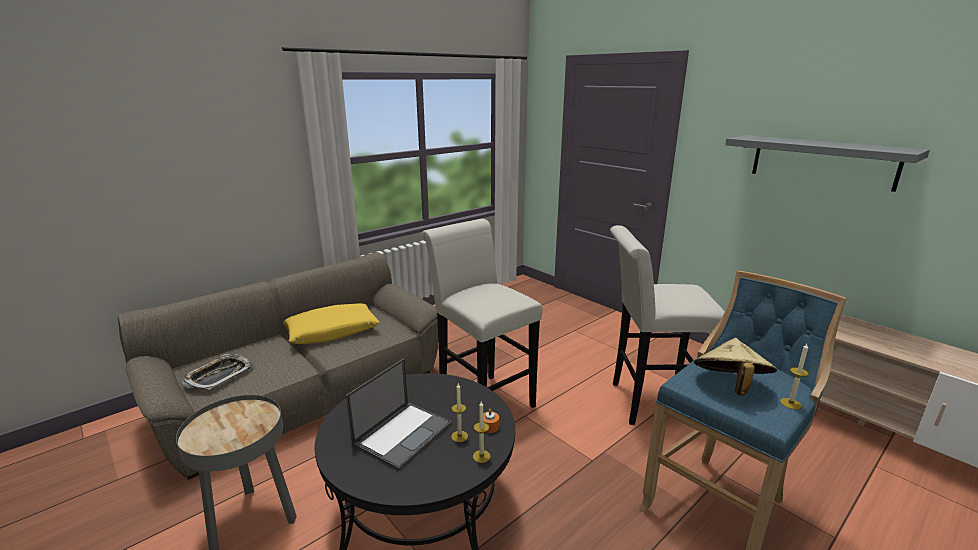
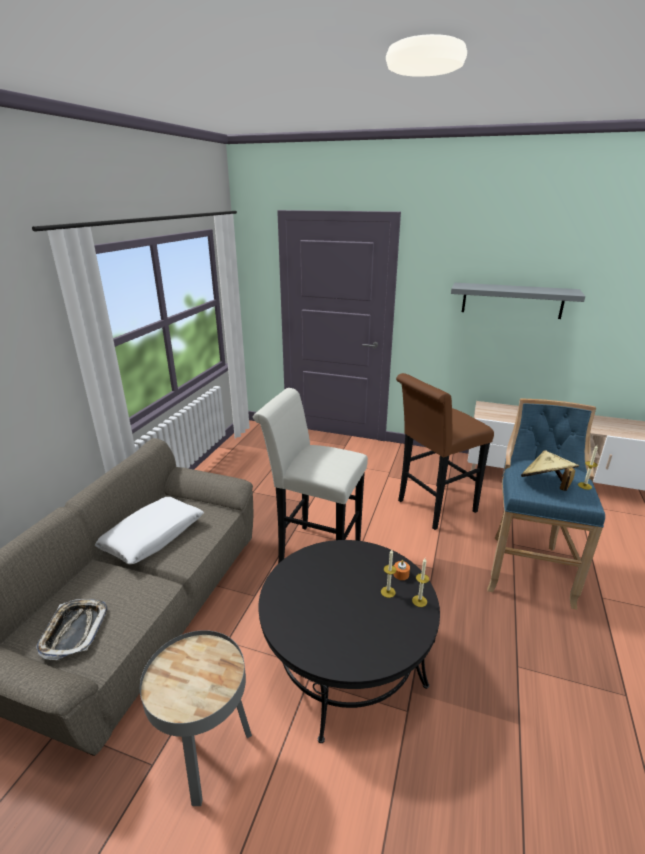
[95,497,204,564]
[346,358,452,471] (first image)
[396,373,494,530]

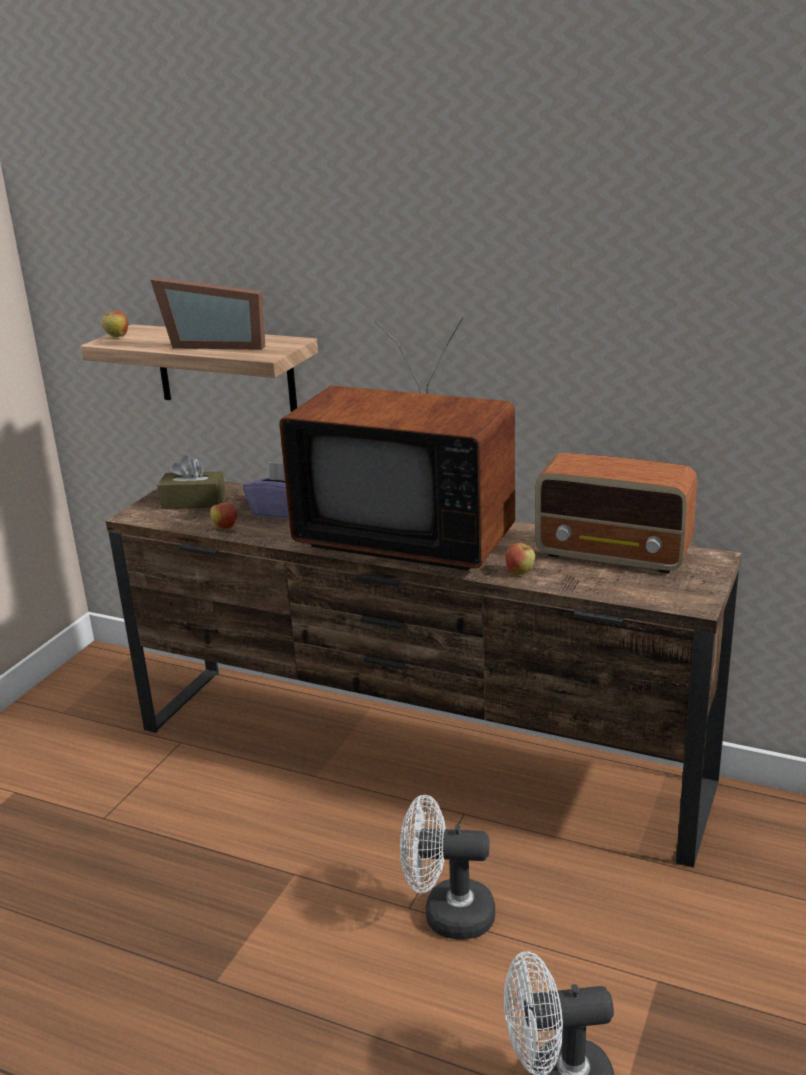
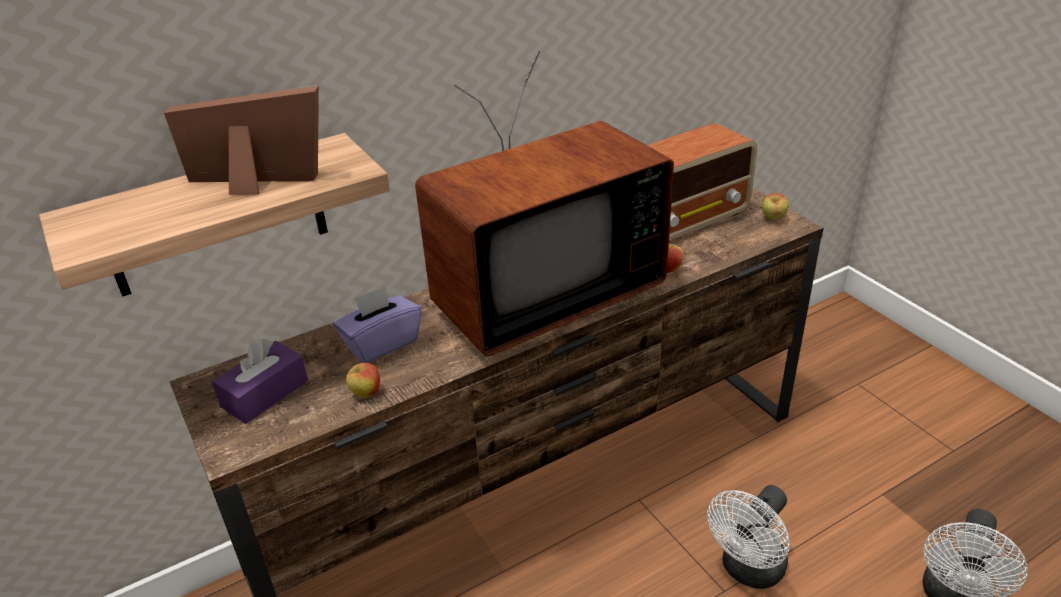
[761,193,789,220]
[164,85,319,195]
[212,339,308,424]

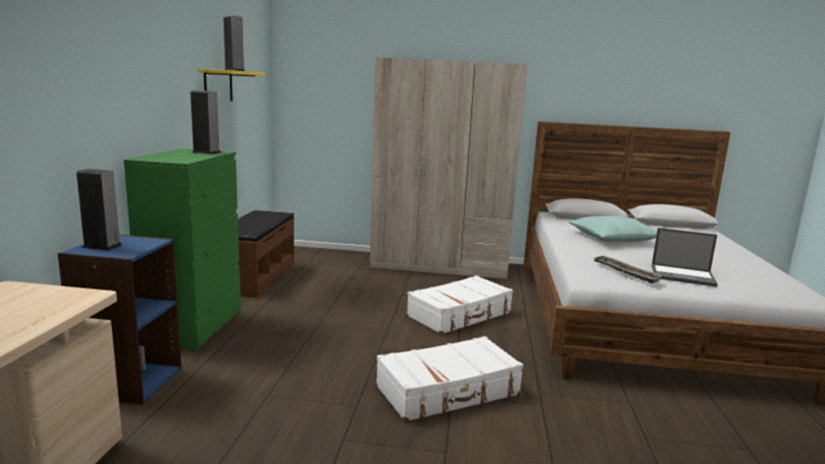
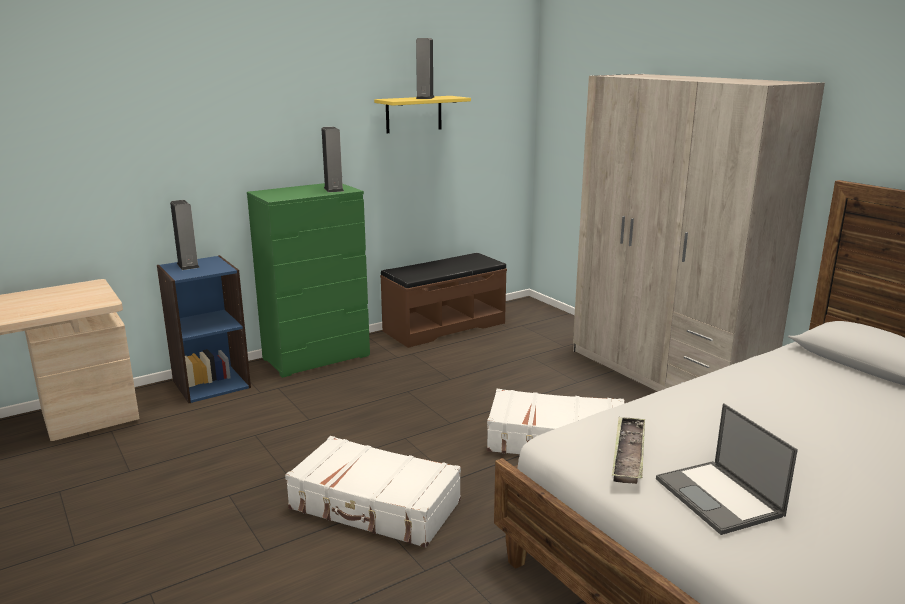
[569,216,657,242] (first image)

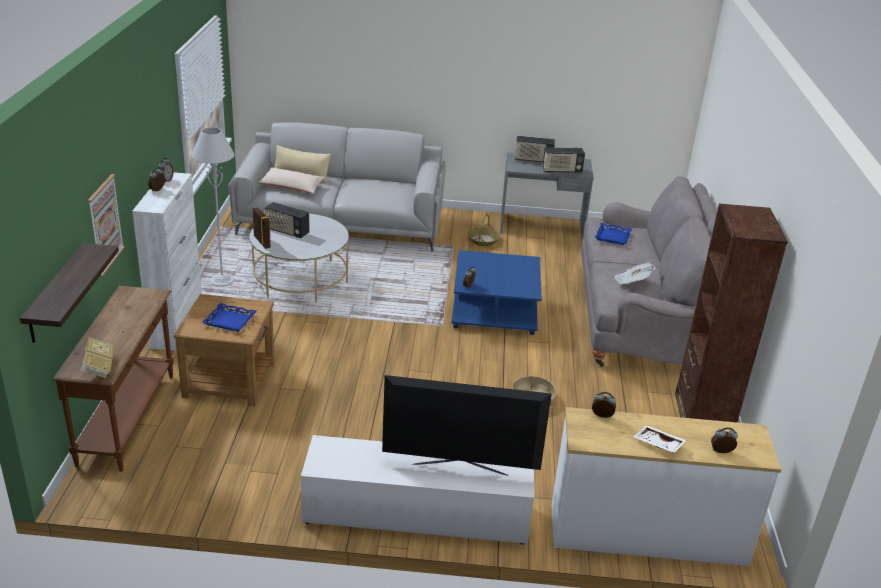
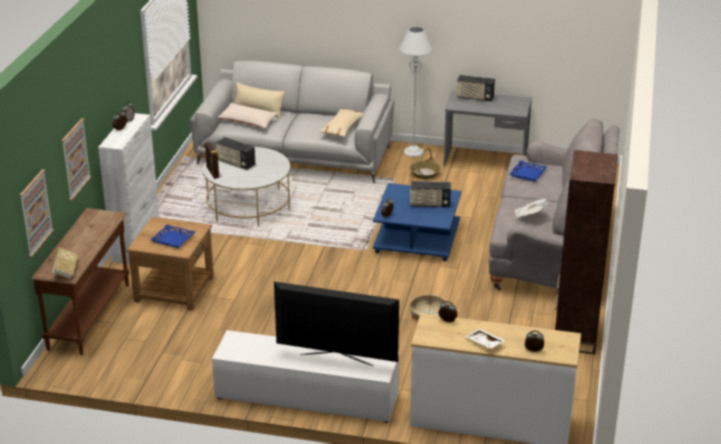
[19,169,54,257]
[399,26,433,157]
[410,181,451,207]
[319,109,363,137]

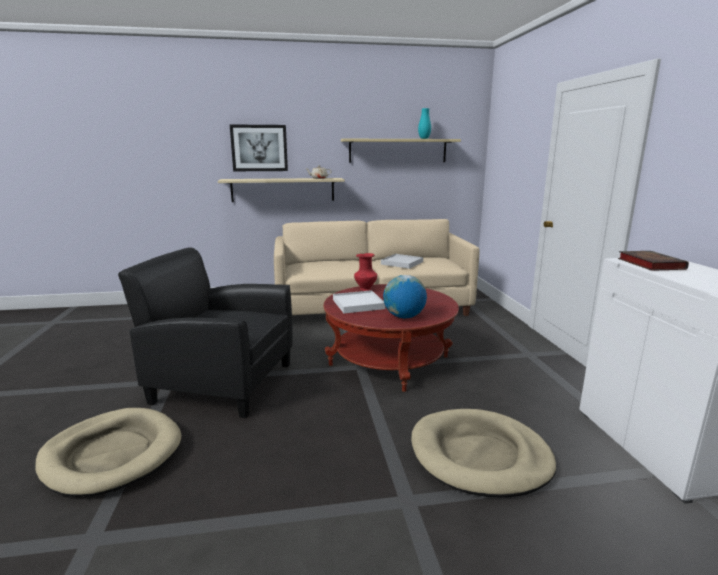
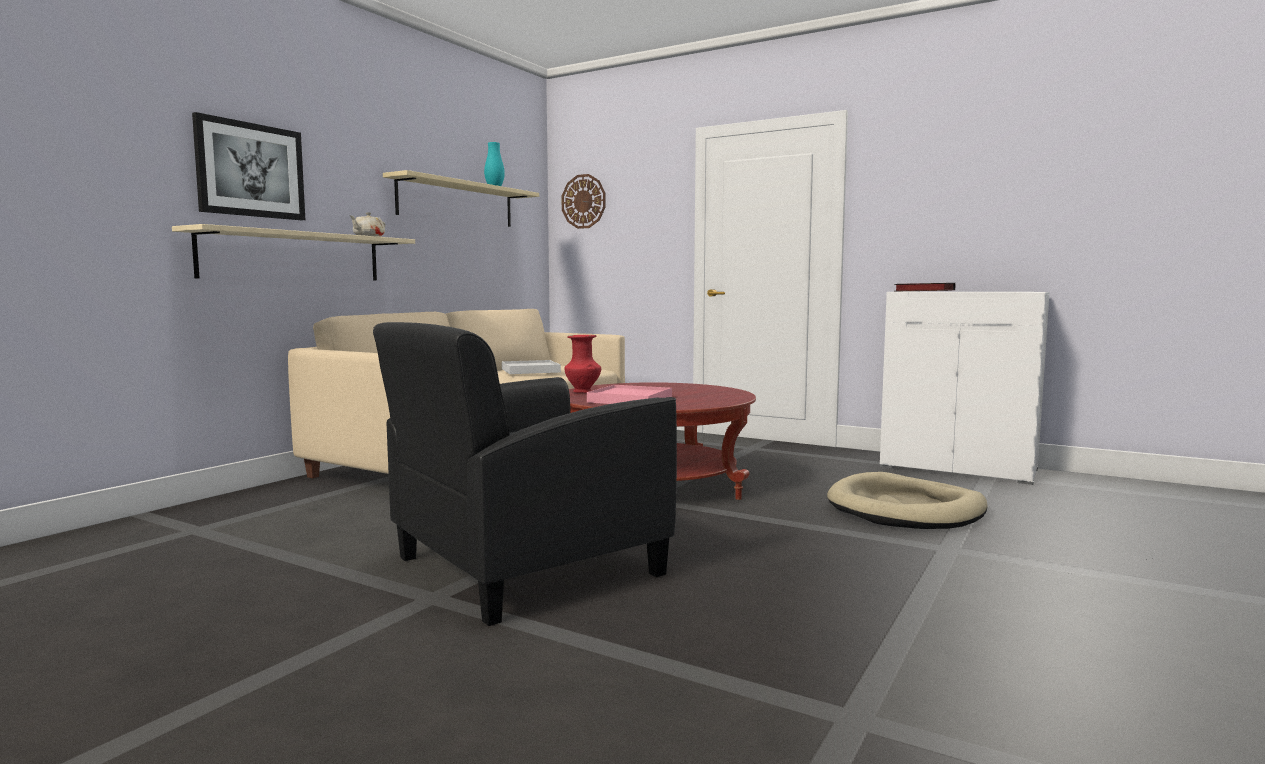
[35,408,181,497] (first image)
[587,385,672,404]
[383,275,427,319] (first image)
[562,174,606,229]

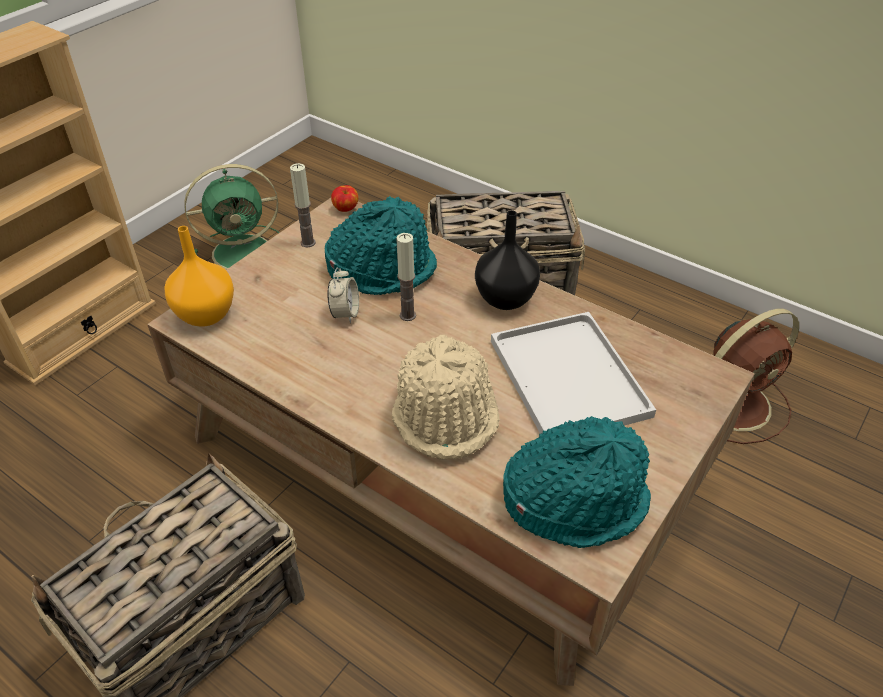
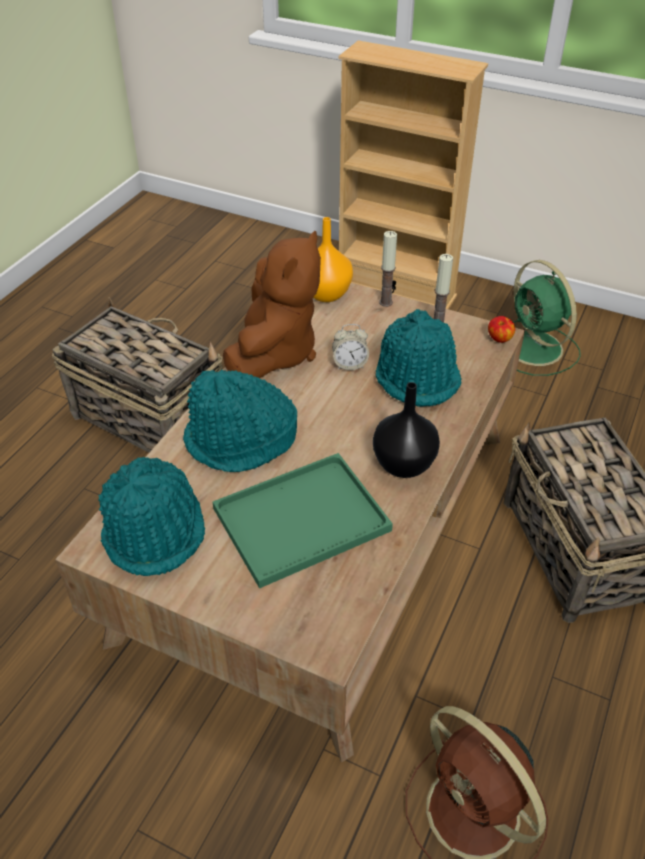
[183,370,297,472]
[379,231,397,307]
[213,453,393,589]
[223,231,321,378]

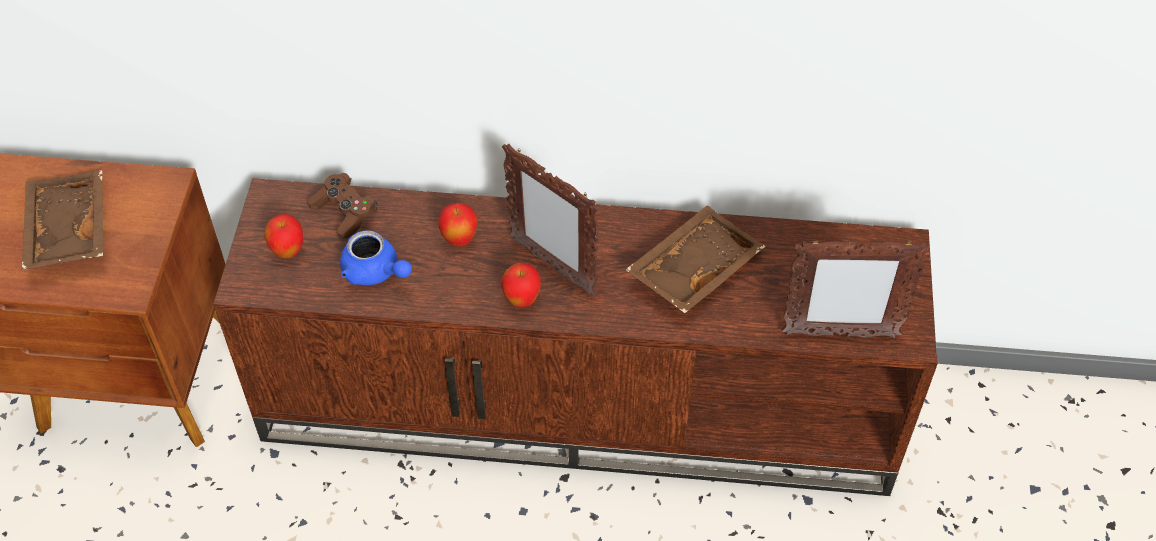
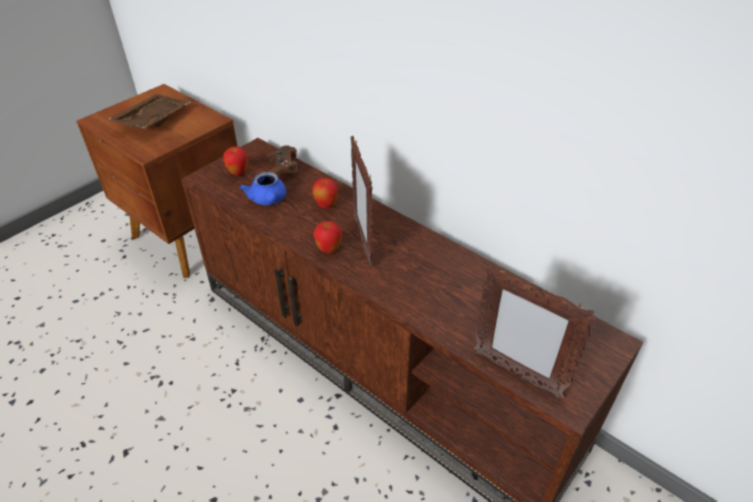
[625,205,766,313] (first image)

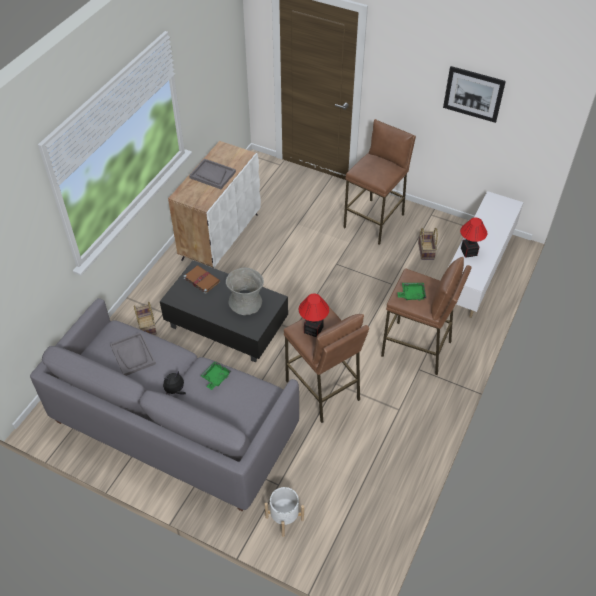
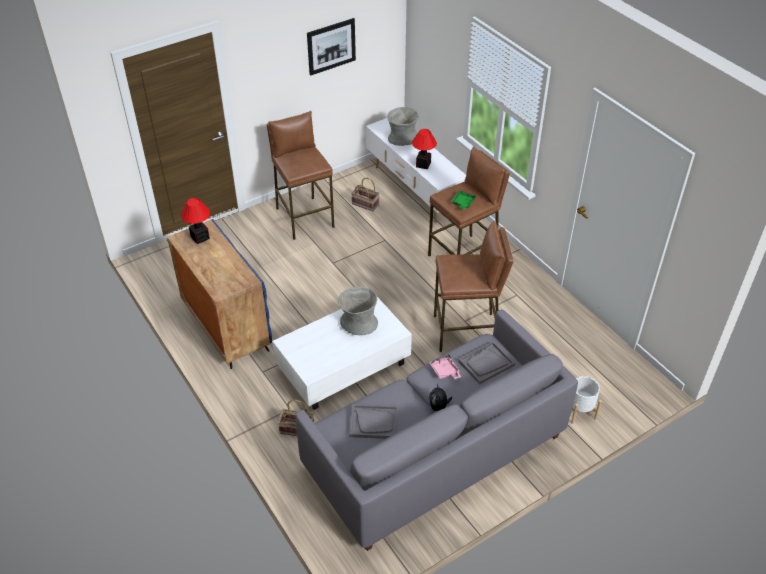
[272,297,412,410]
[167,219,272,369]
[184,265,220,294] (first image)
[458,341,515,385]
[429,355,461,379]
[181,198,210,244]
[387,107,419,146]

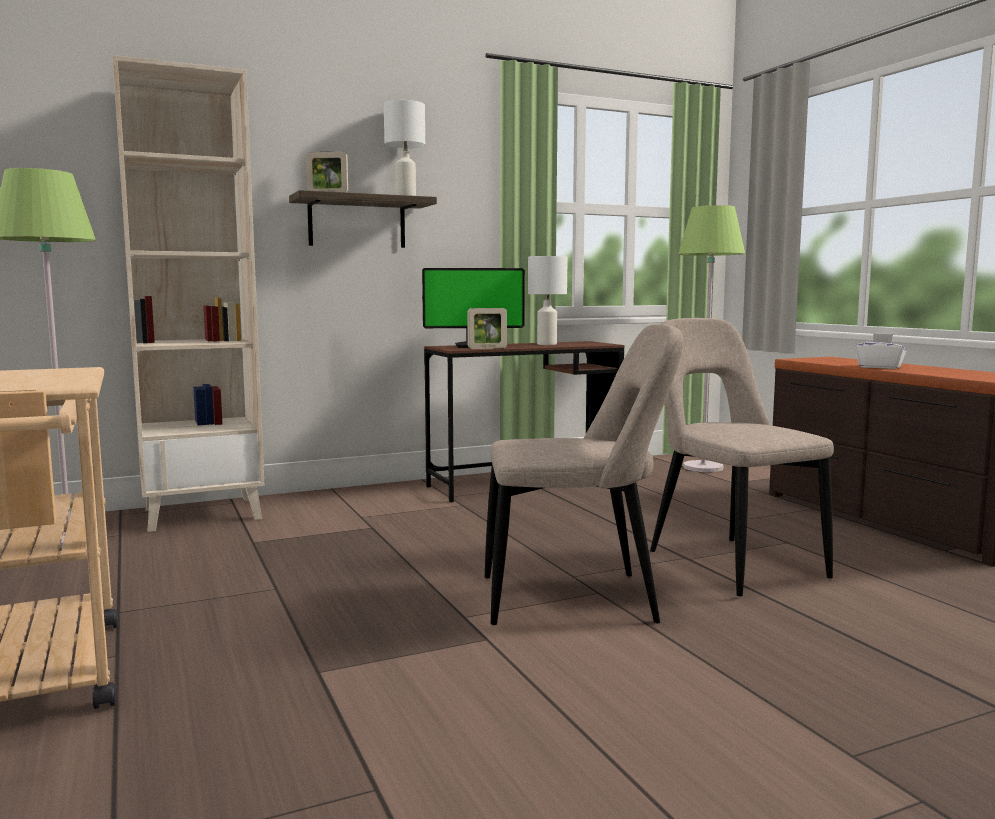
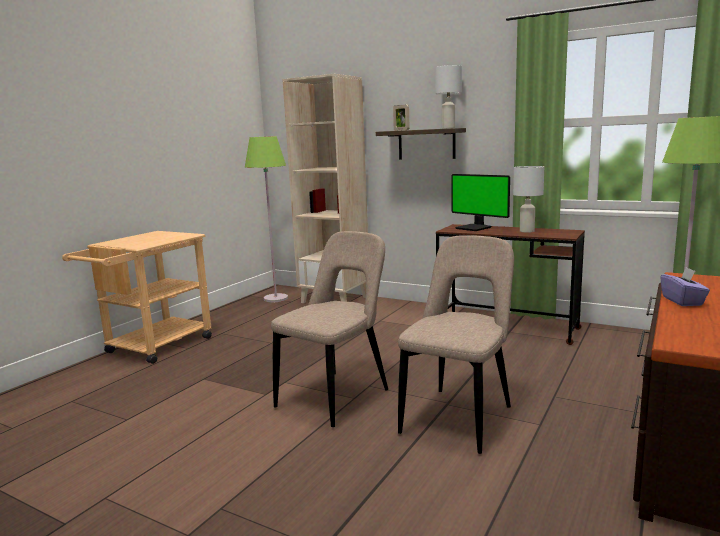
[467,308,507,349] (first image)
[271,231,388,427]
[660,267,710,306]

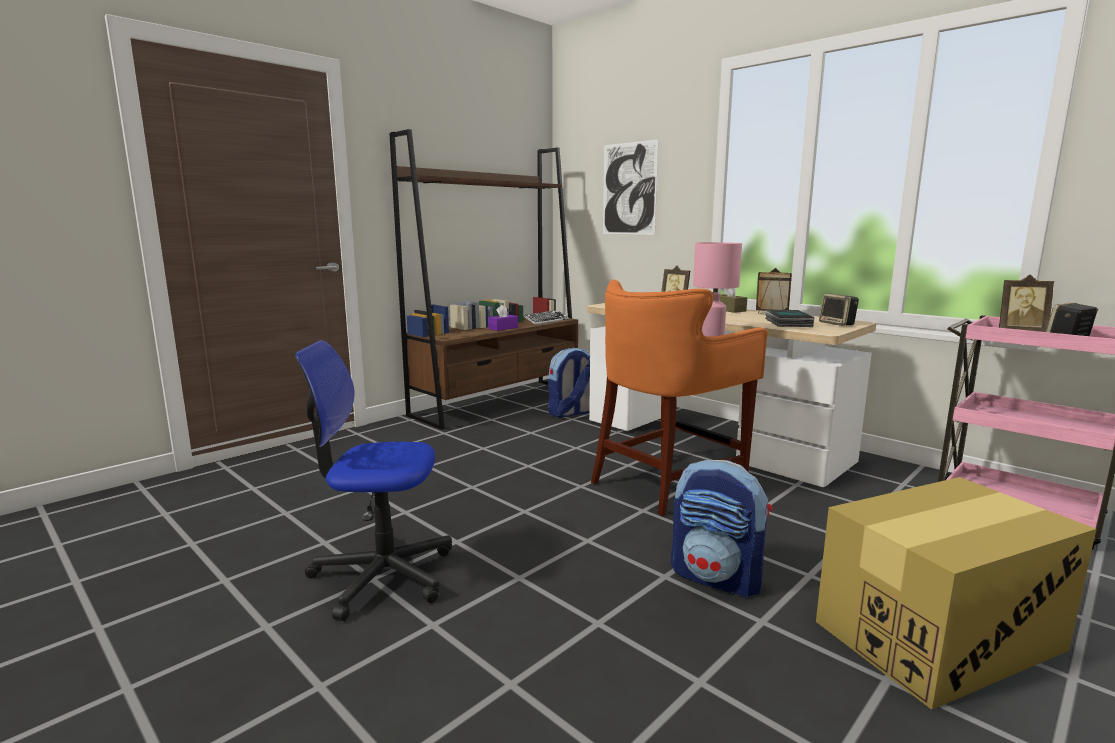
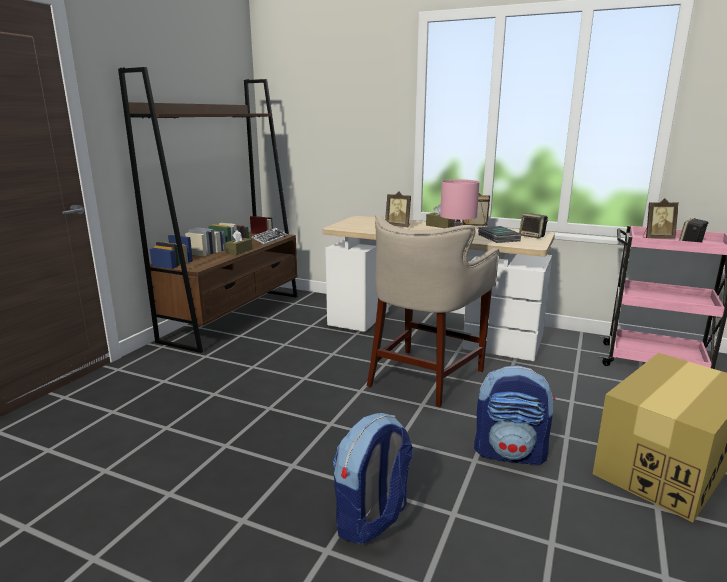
[295,340,452,621] (first image)
[225,230,252,255]
[333,413,413,544]
[367,215,500,407]
[603,139,658,235] (first image)

